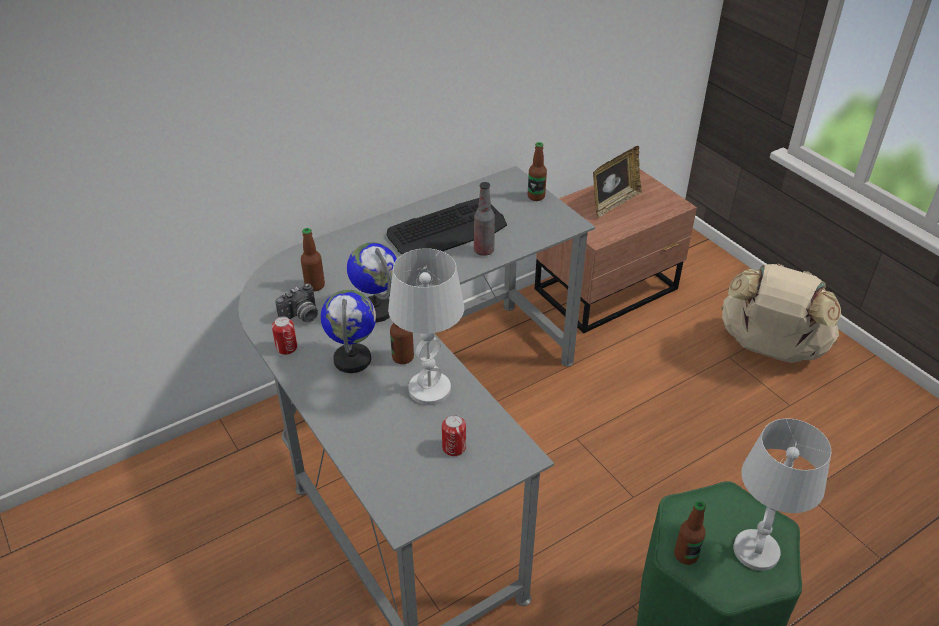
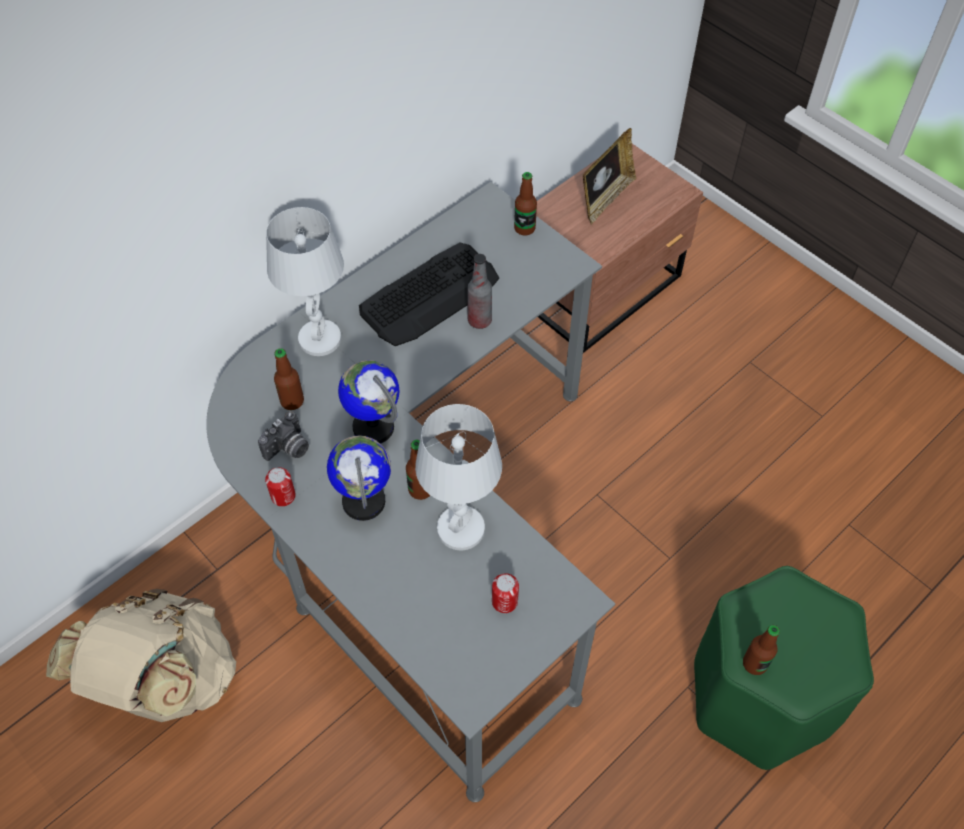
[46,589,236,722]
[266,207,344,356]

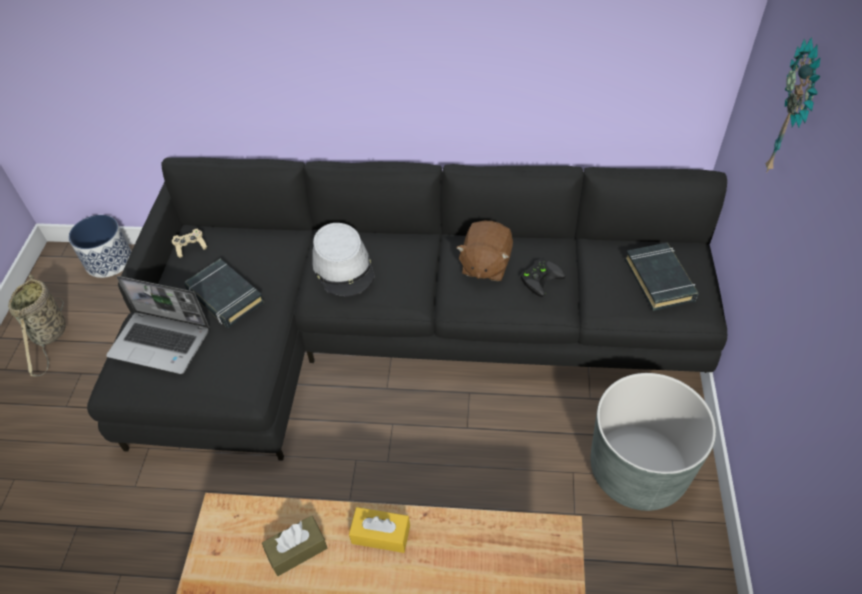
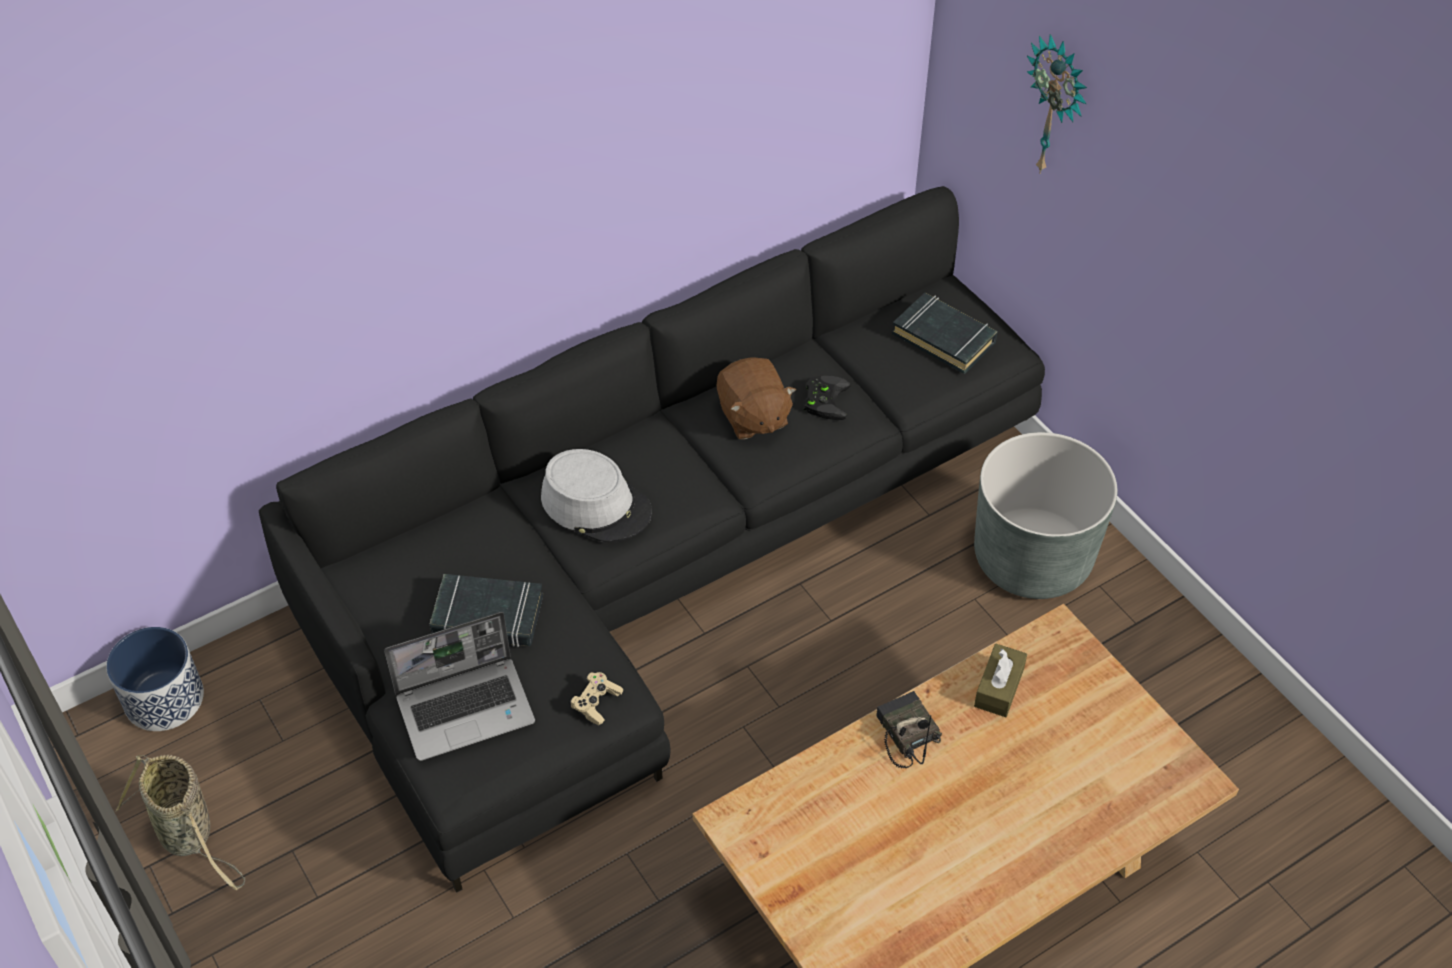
[570,672,623,725]
[974,644,1027,717]
[876,691,942,768]

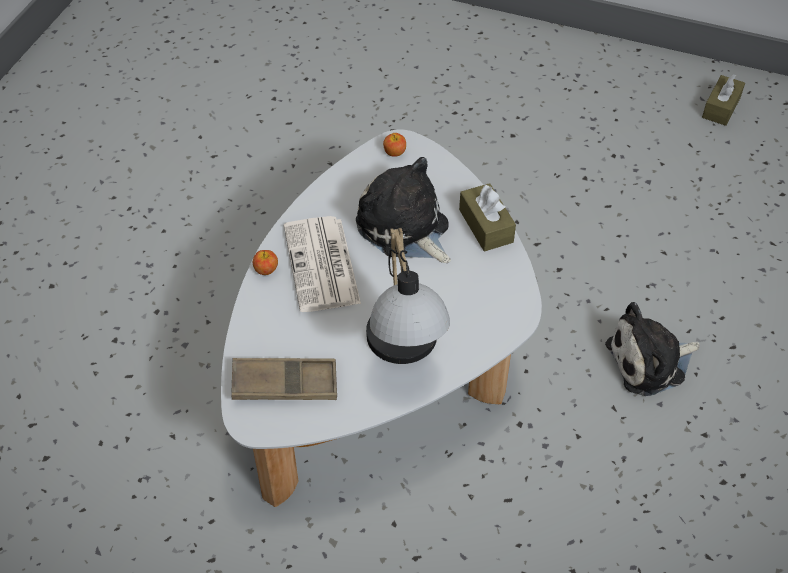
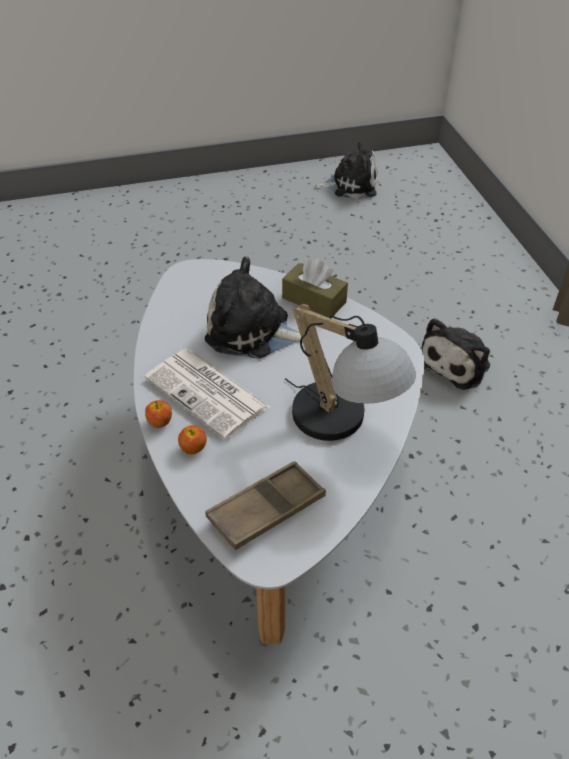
[178,425,207,454]
[314,141,378,199]

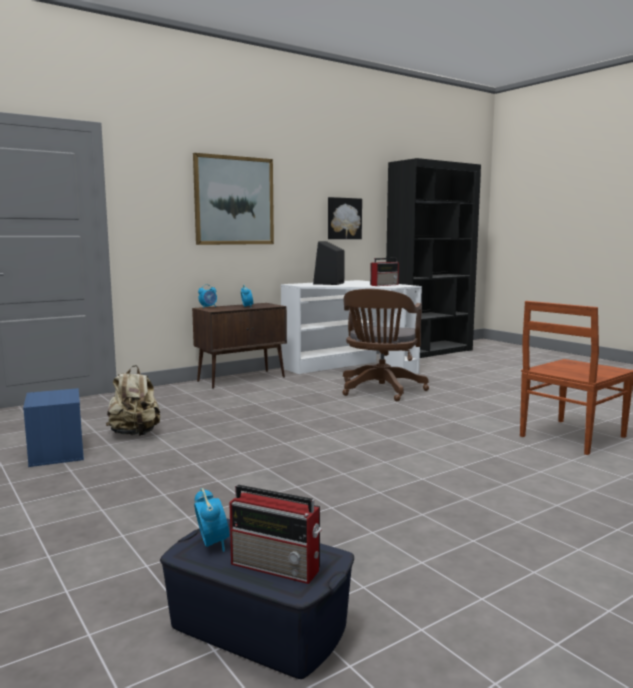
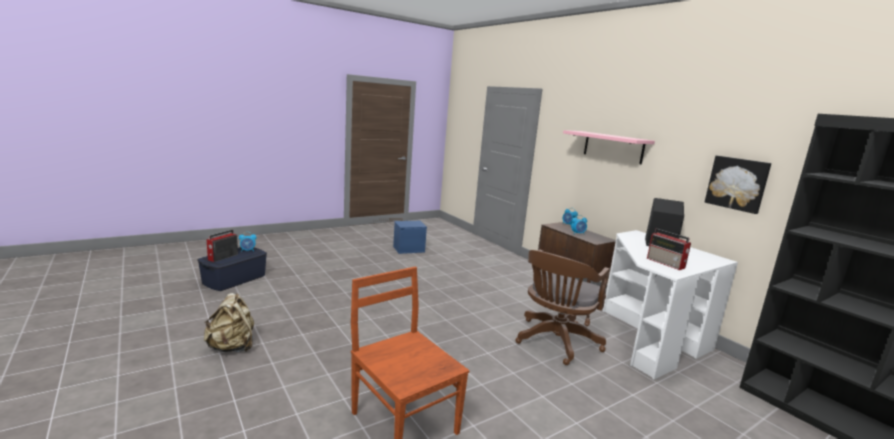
[204,293,254,352]
[563,130,655,164]
[515,250,610,365]

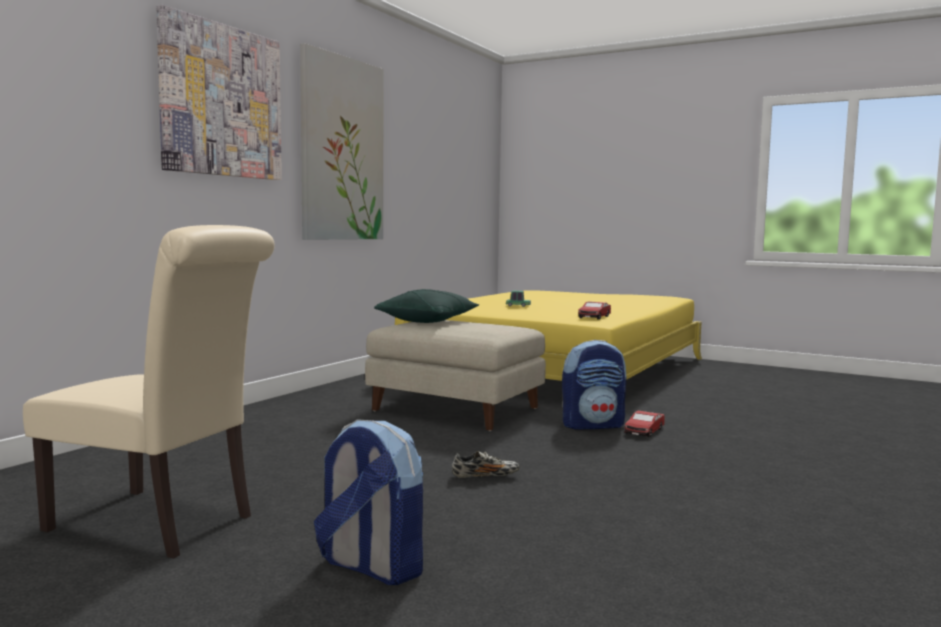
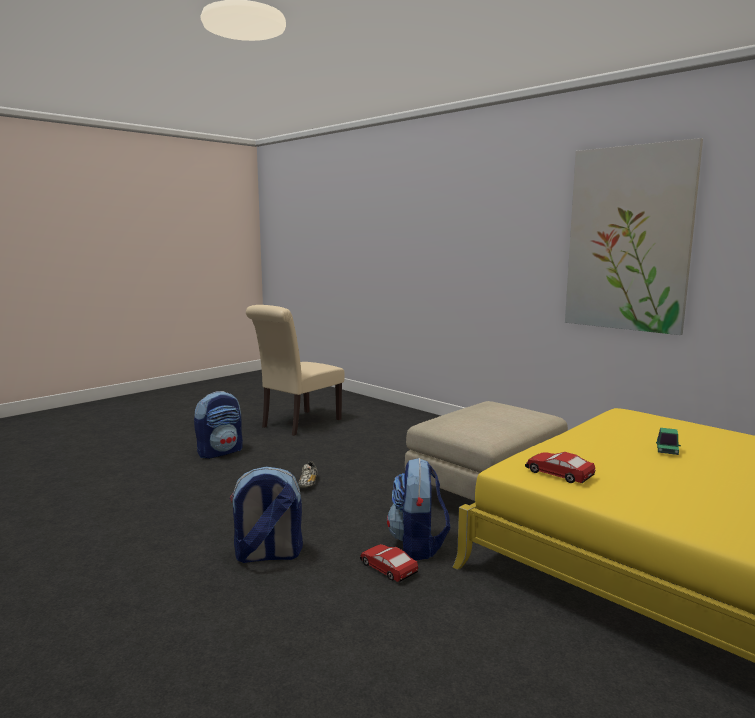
[156,5,282,180] (first image)
[374,289,479,323] (first image)
[230,466,303,563]

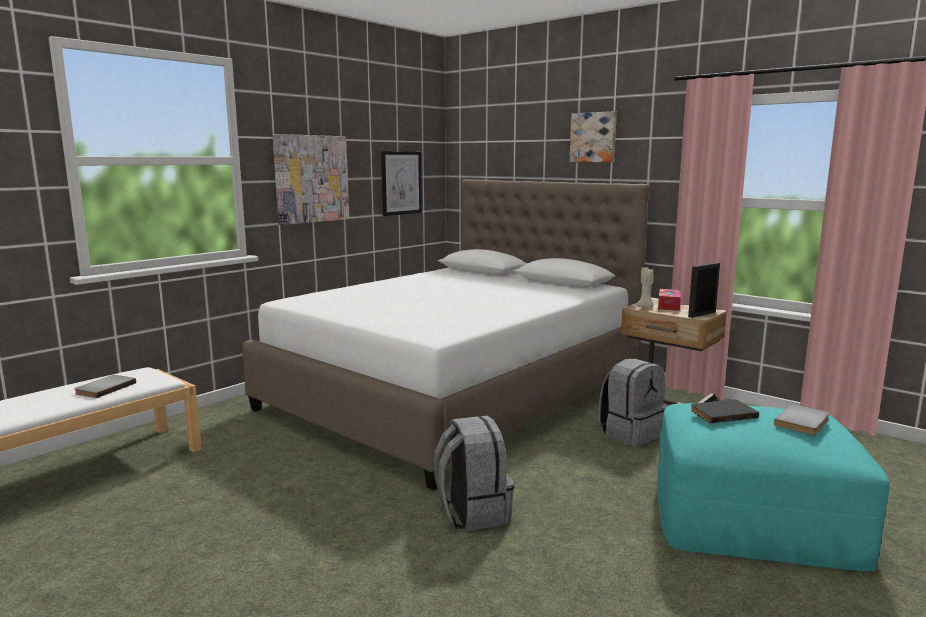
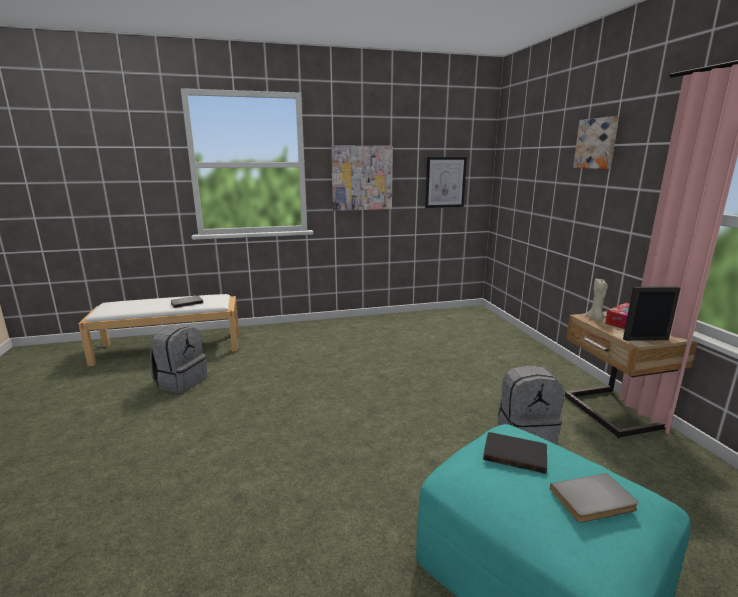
[242,179,649,490] (first image)
[150,325,207,393]

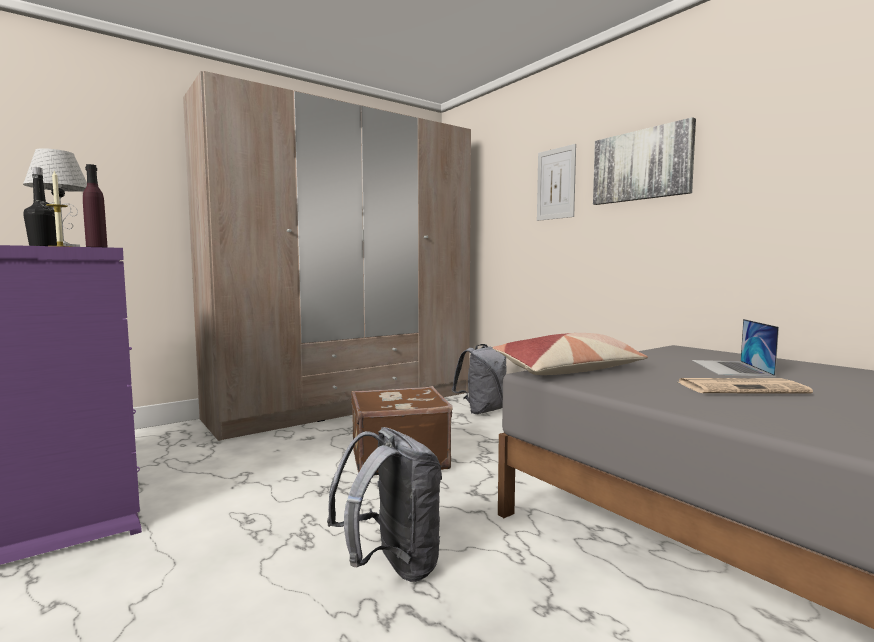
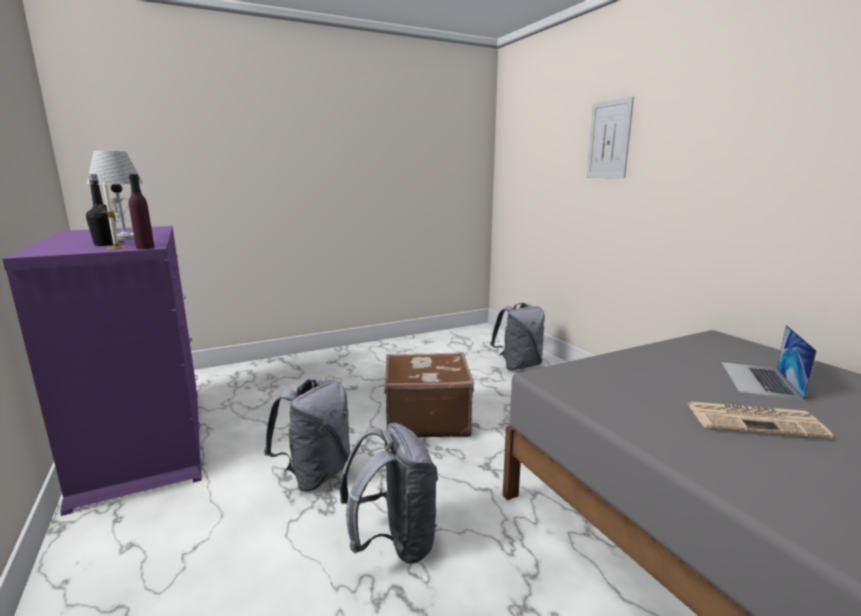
[183,71,471,441] (first image)
[493,333,648,375] (first image)
[593,117,696,205] (first image)
[264,378,350,492]

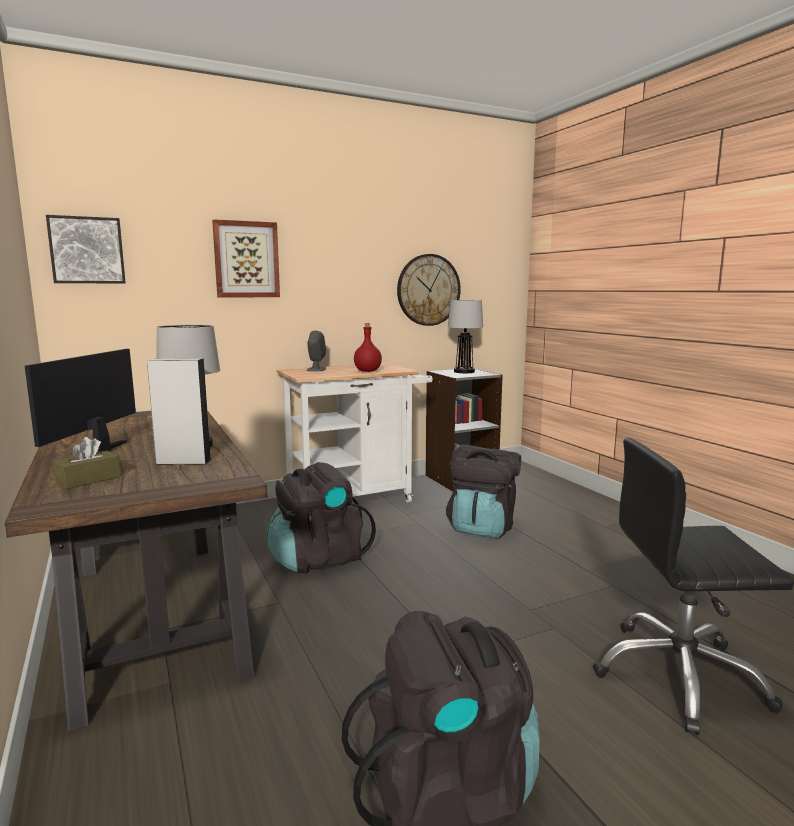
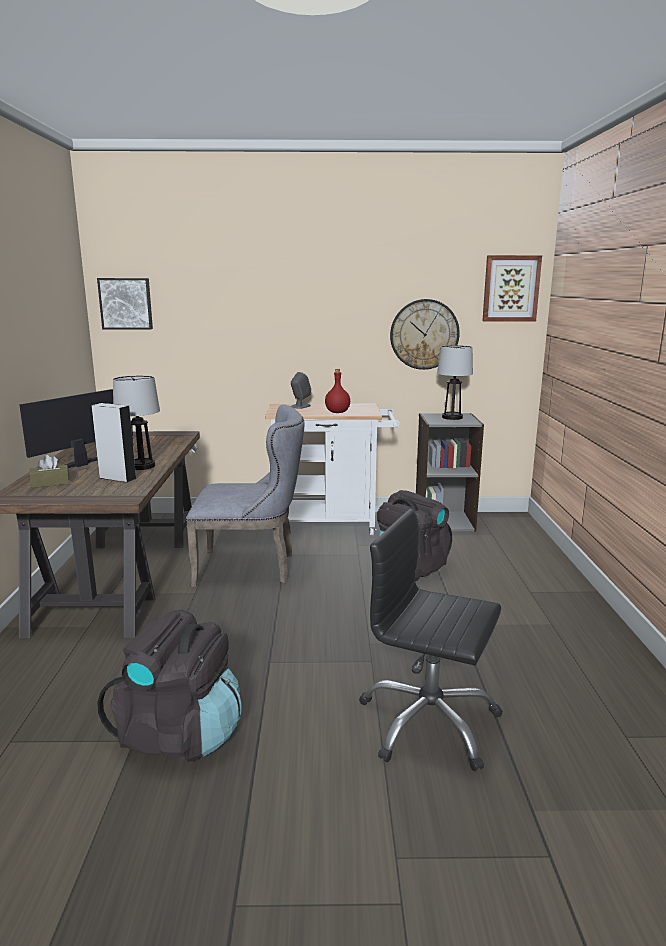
[482,255,542,322]
[186,405,305,587]

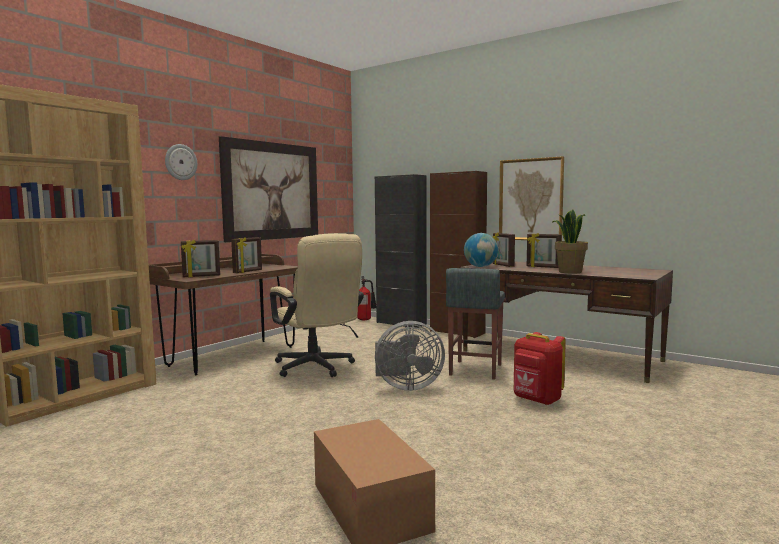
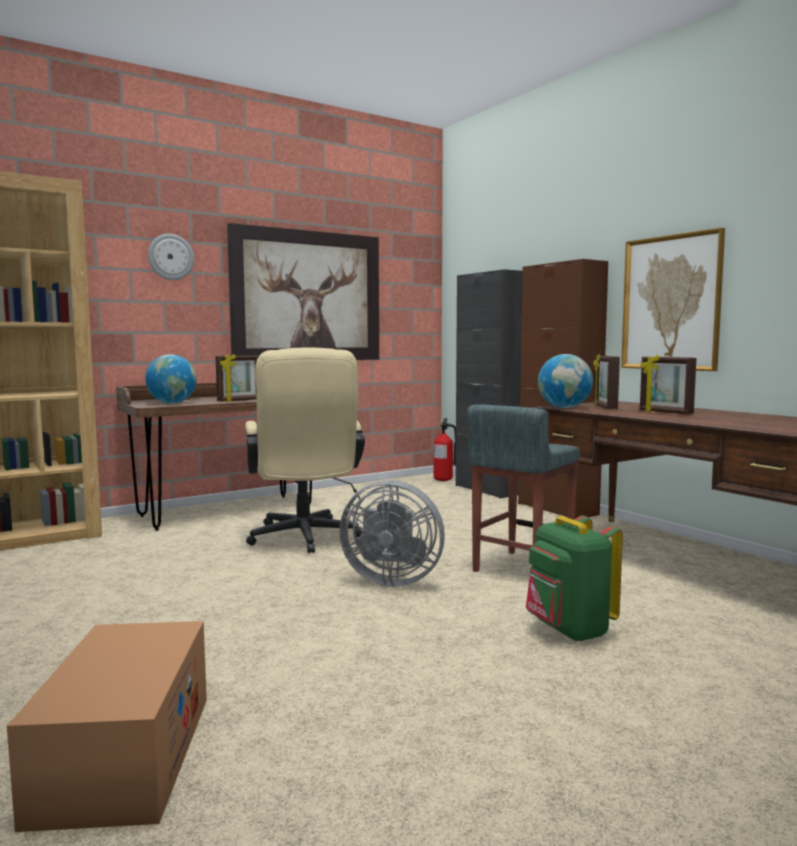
[145,354,197,404]
[526,516,623,642]
[552,210,588,274] (first image)

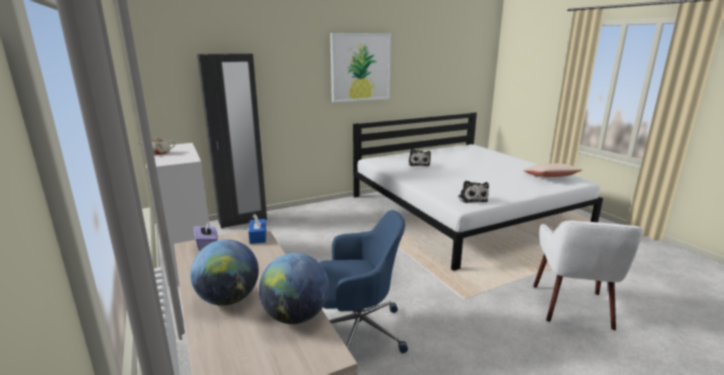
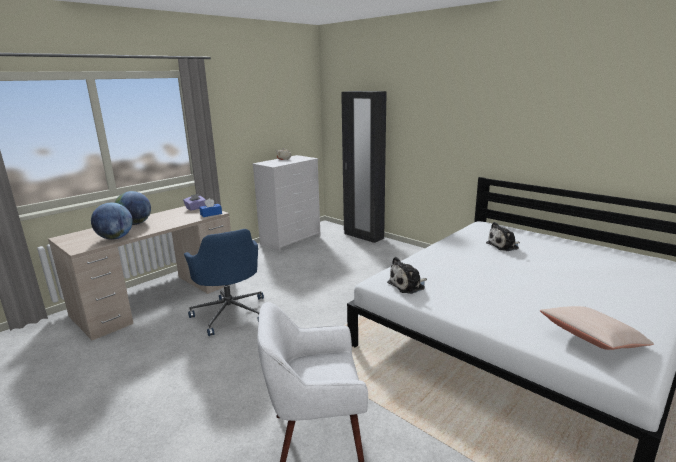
[330,33,391,102] (first image)

